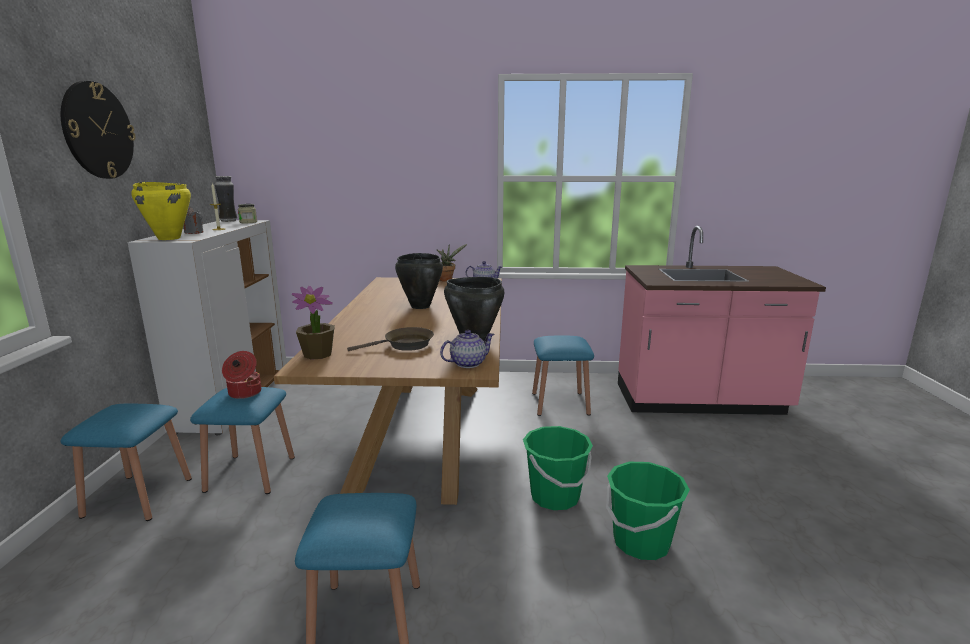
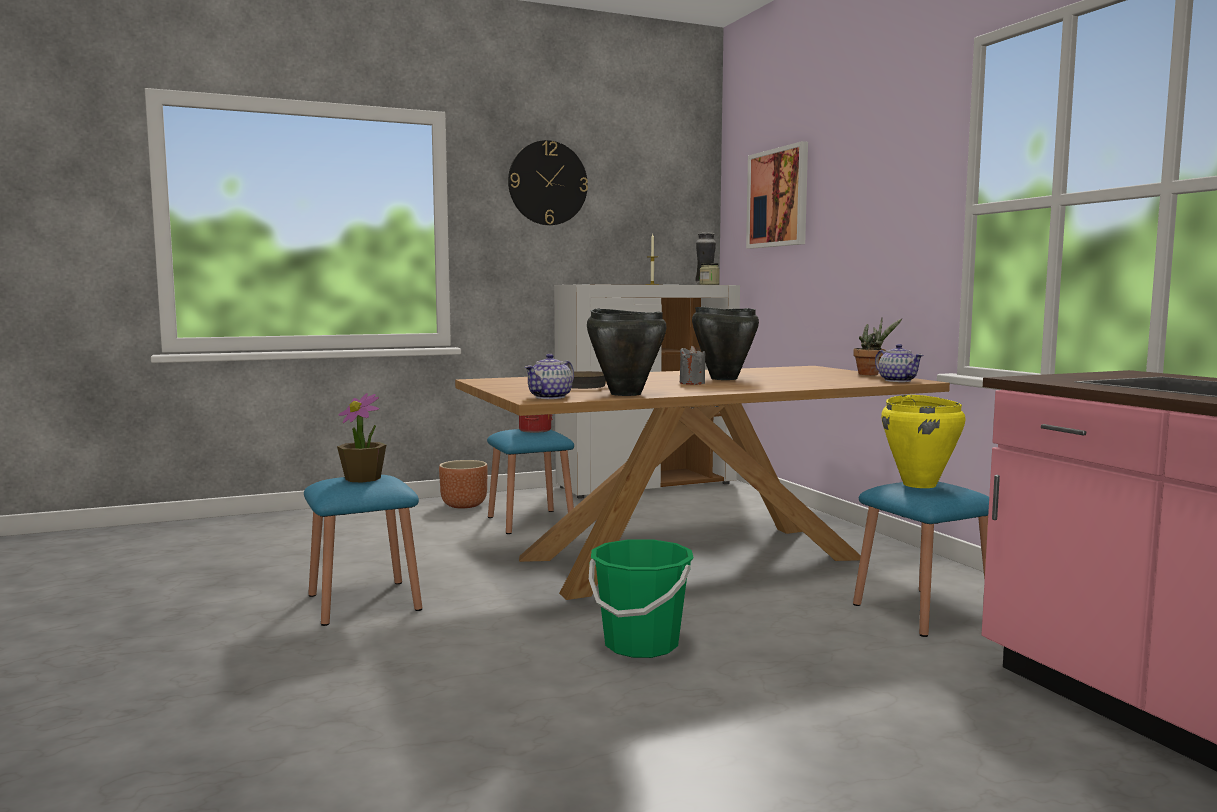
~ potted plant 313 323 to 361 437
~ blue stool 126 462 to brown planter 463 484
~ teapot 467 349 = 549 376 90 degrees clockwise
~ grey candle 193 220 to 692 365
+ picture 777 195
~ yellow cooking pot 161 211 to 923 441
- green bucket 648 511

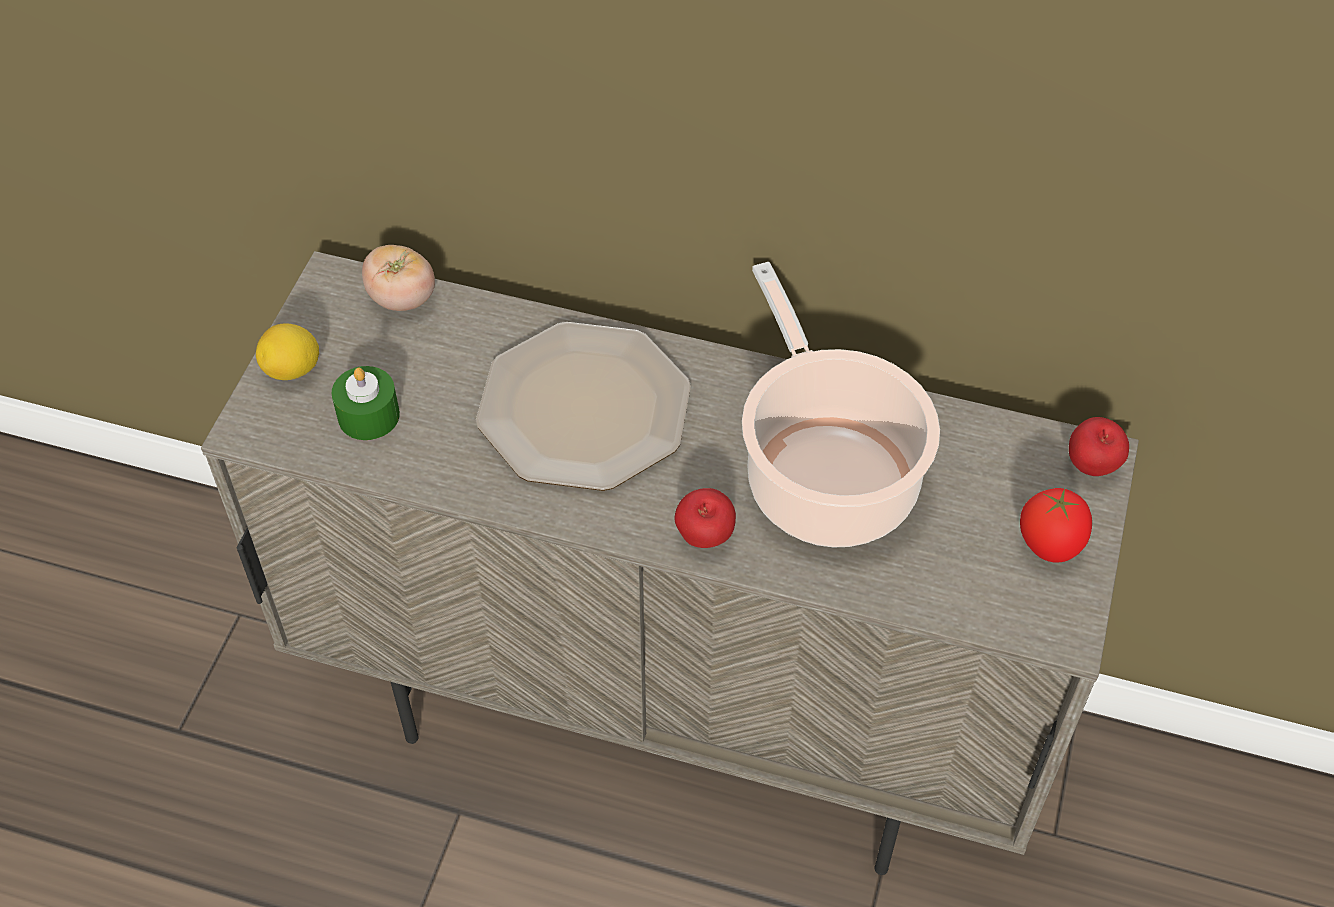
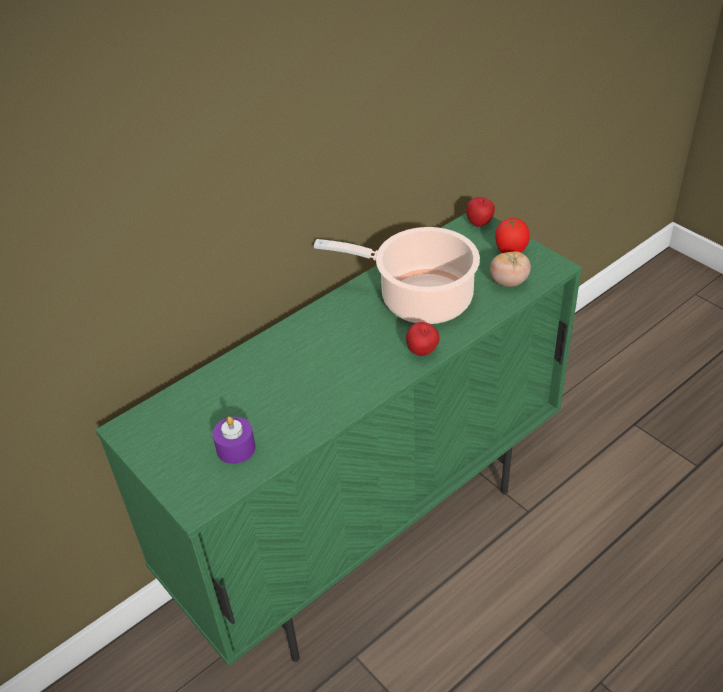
~ beige cabinet 670 563 to green cabinet 339 439
~ green candle 366 403 to purple candle 234 440
~ tomato 398 278 to 510 269
- lemon 287 351
- plate 583 406

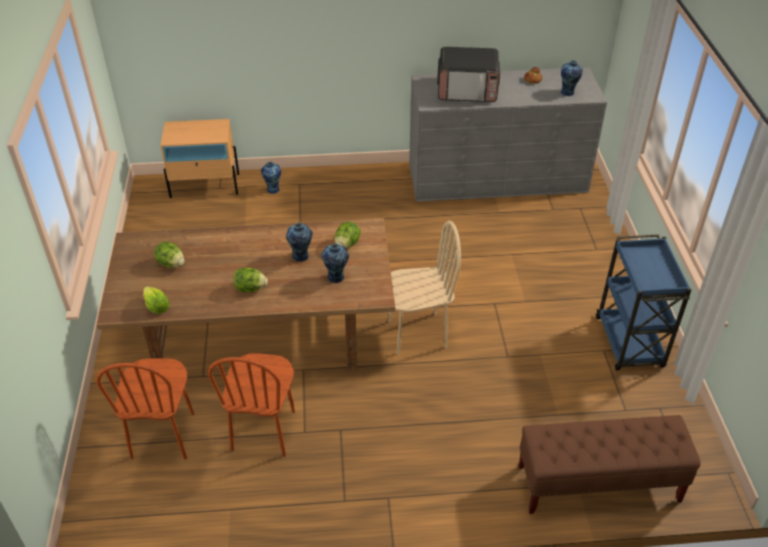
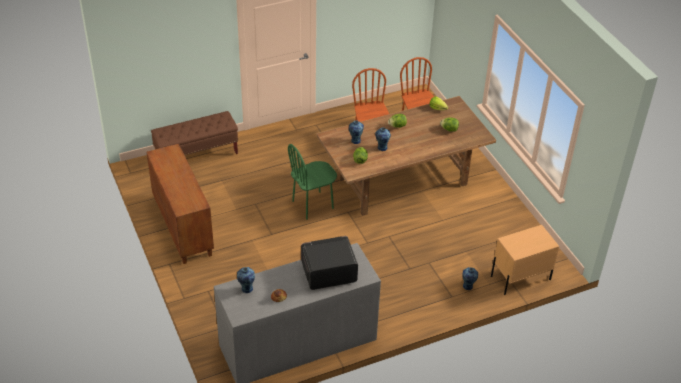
~ blue cart 643 302 to brown cabinet 180 204
~ beige chair 424 288 to green chair 312 182

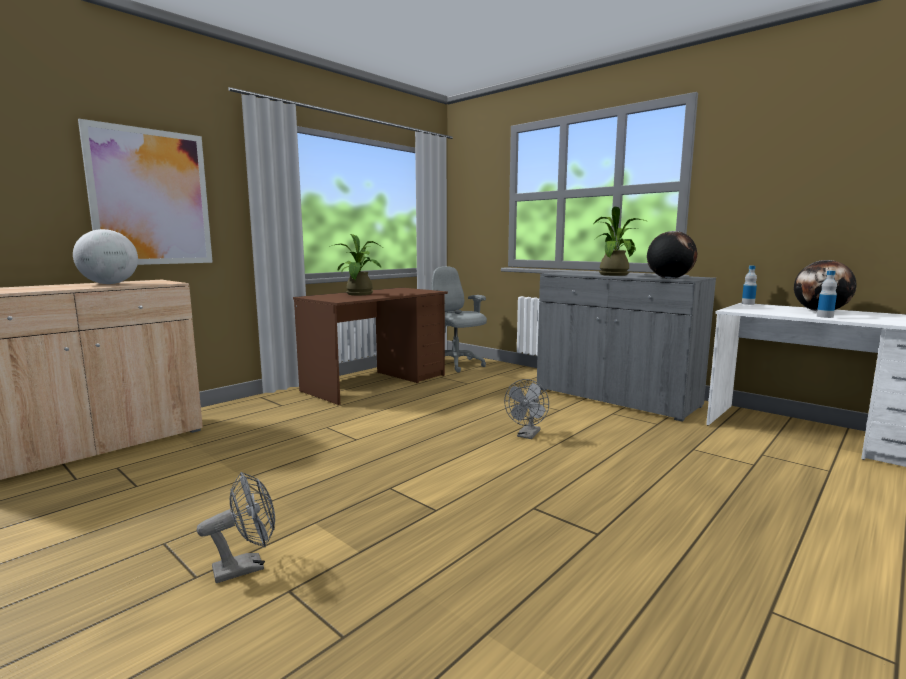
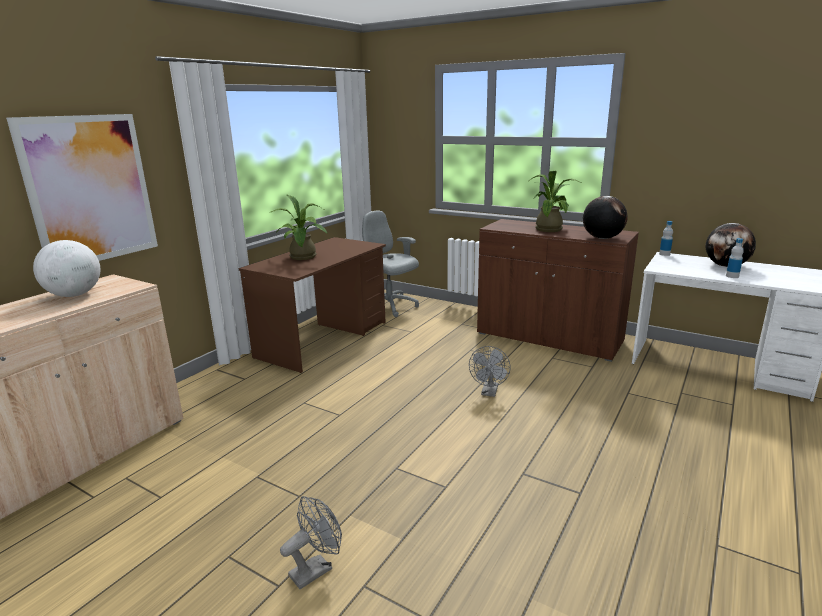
~ grey cabinet 626 346 to brown cabinet 558 290

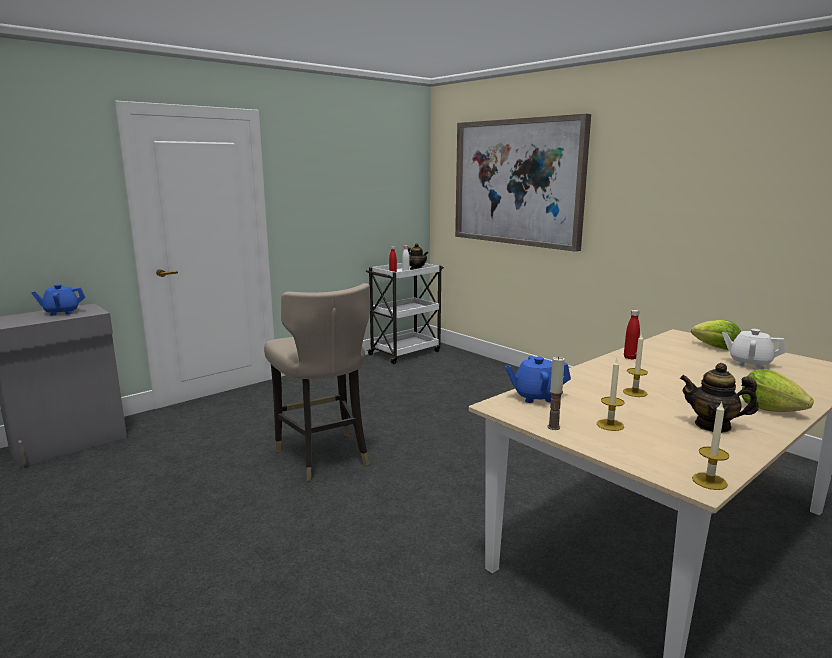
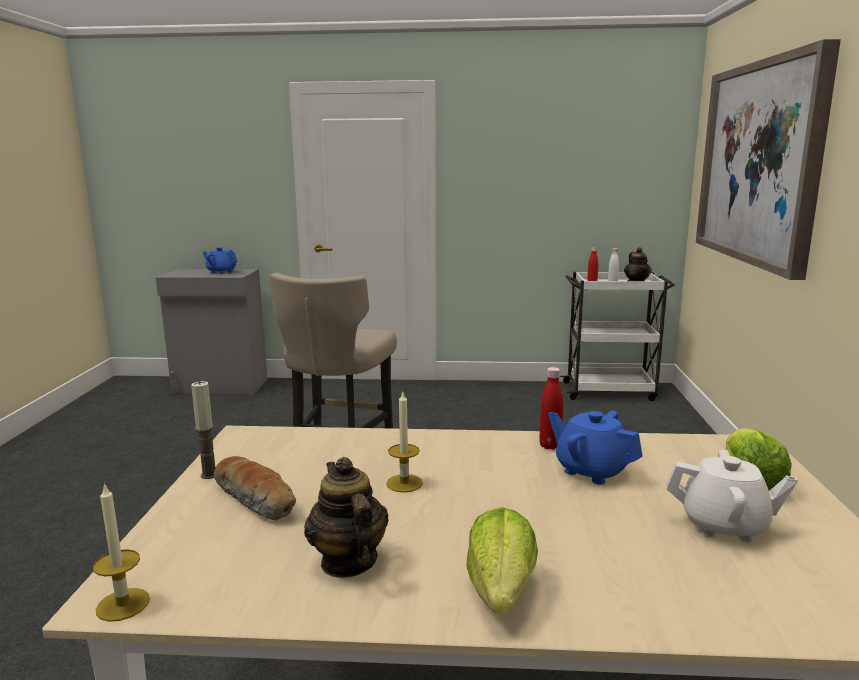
~ candle 611 395 to bread 255 488
~ blue teapot 538 379 to 595 447
~ white teapot 754 349 = 732 496 120 degrees clockwise

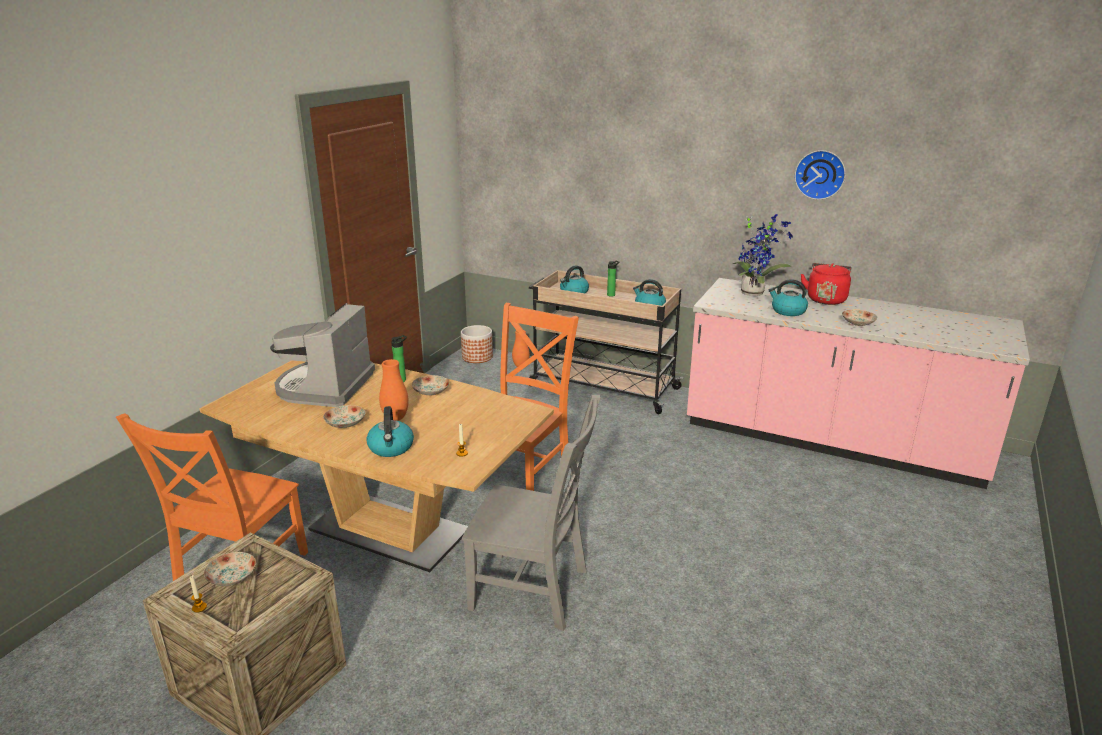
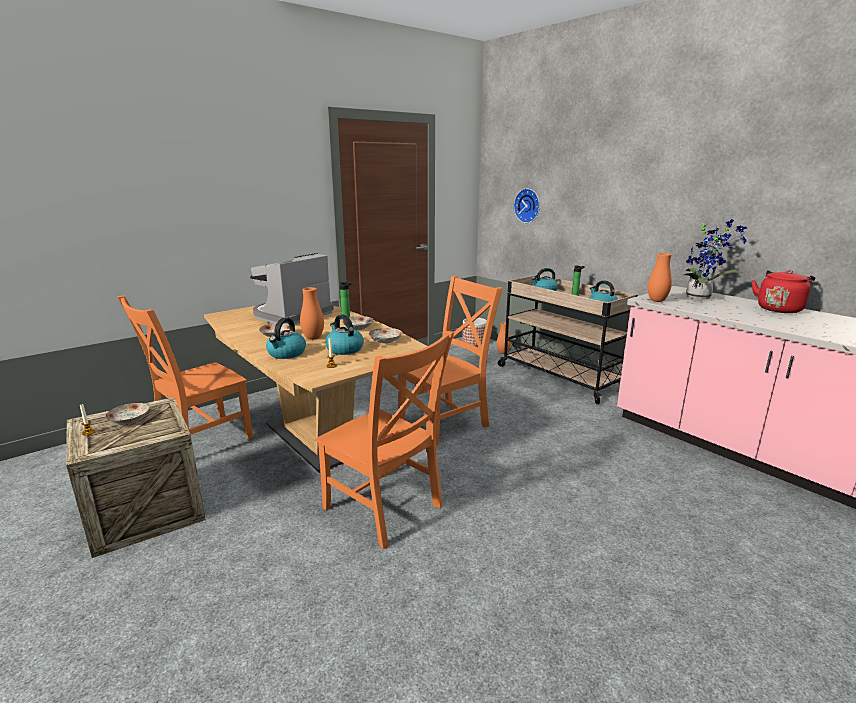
~ grey chair 531 513 to orange chair 384 440
~ kettle 788 297 to 344 335
~ plate 859 318 to 385 335
~ wall clock 820 175 to 527 205
+ orange vase 660 277

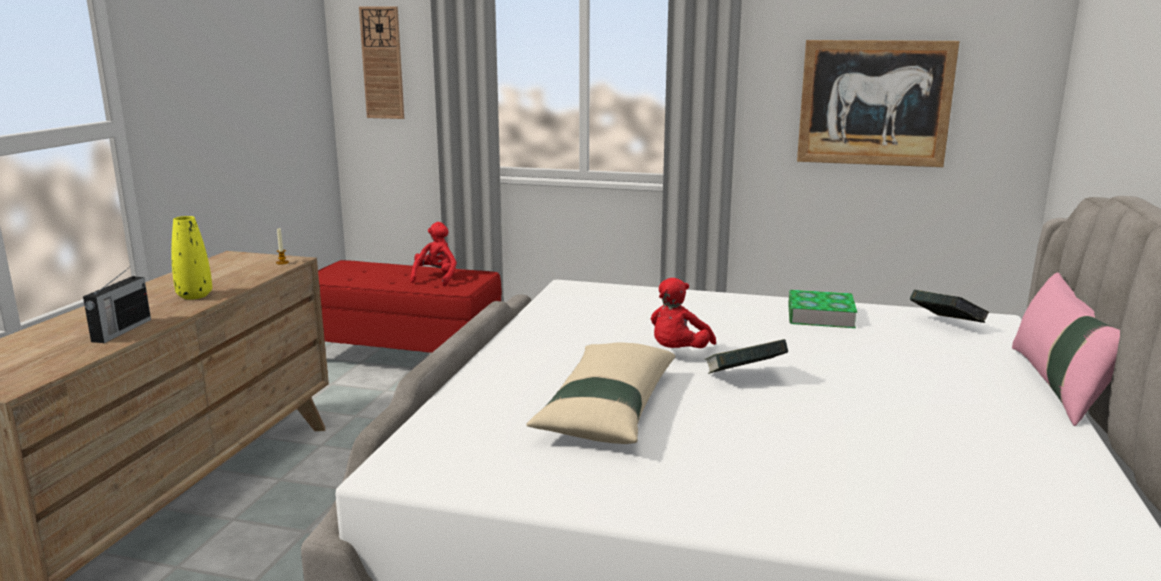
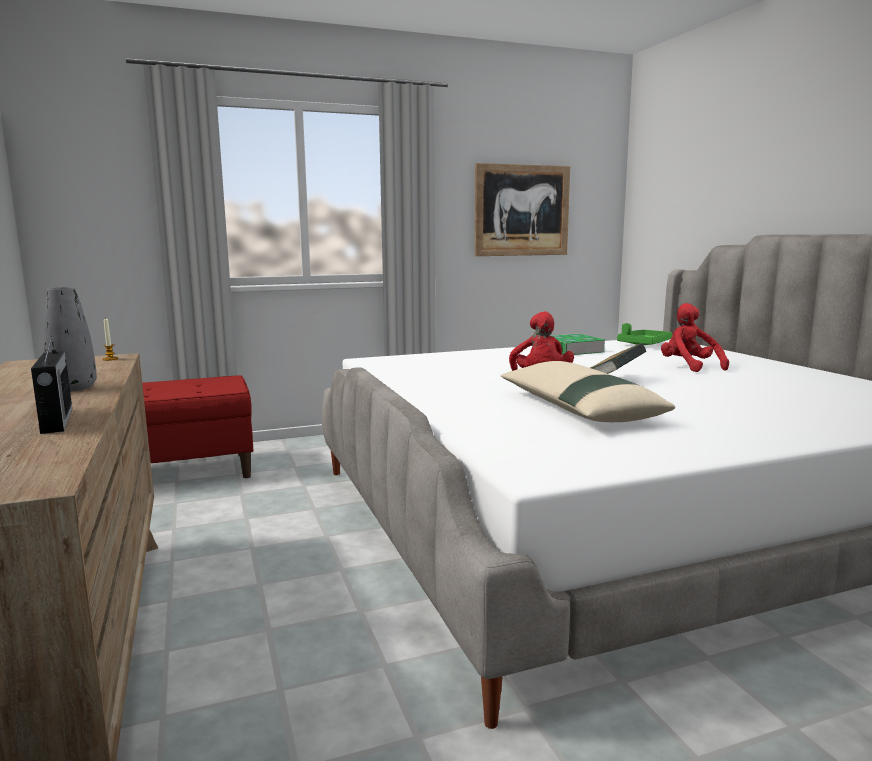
~ yellow vase 191 258 to grey vase 70 339
~ book 950 306 to green tray 644 334
~ red plush toy 433 254 to 695 337
- wall clock 381 62
- pink pillow 1066 349

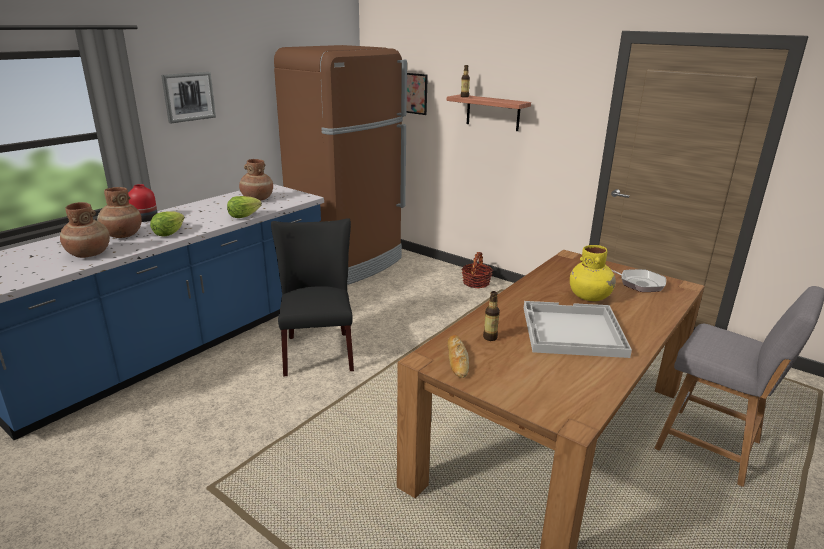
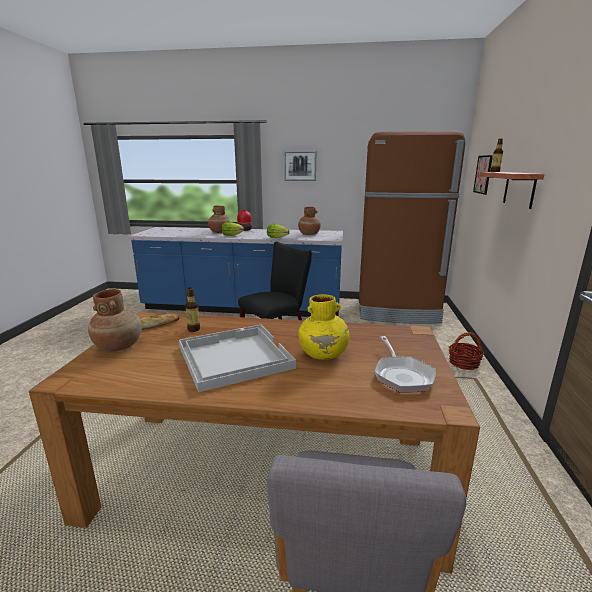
~ brown vase 85 230 to 115 320

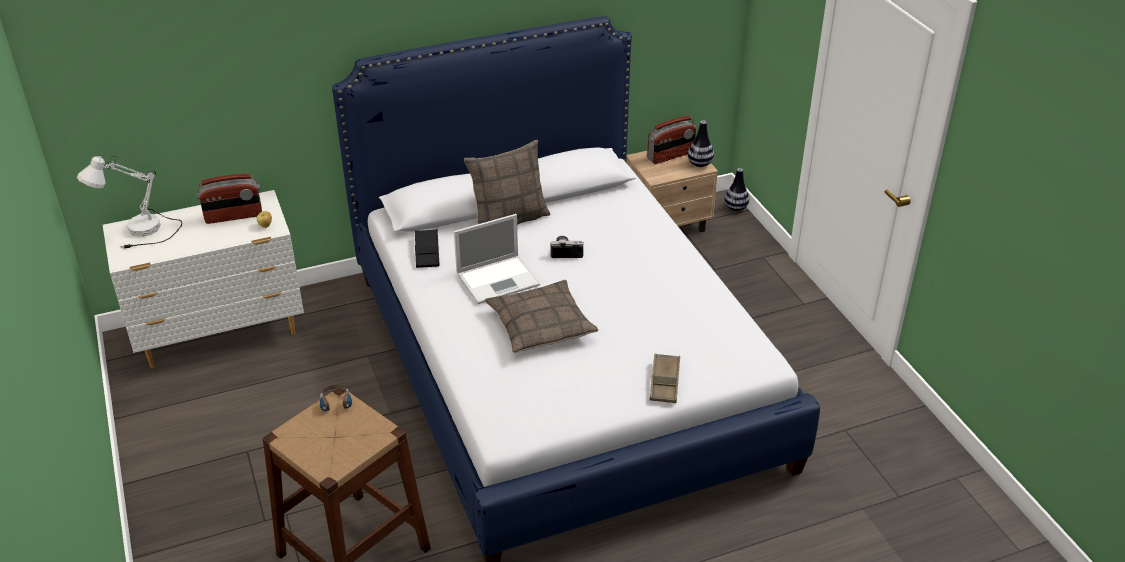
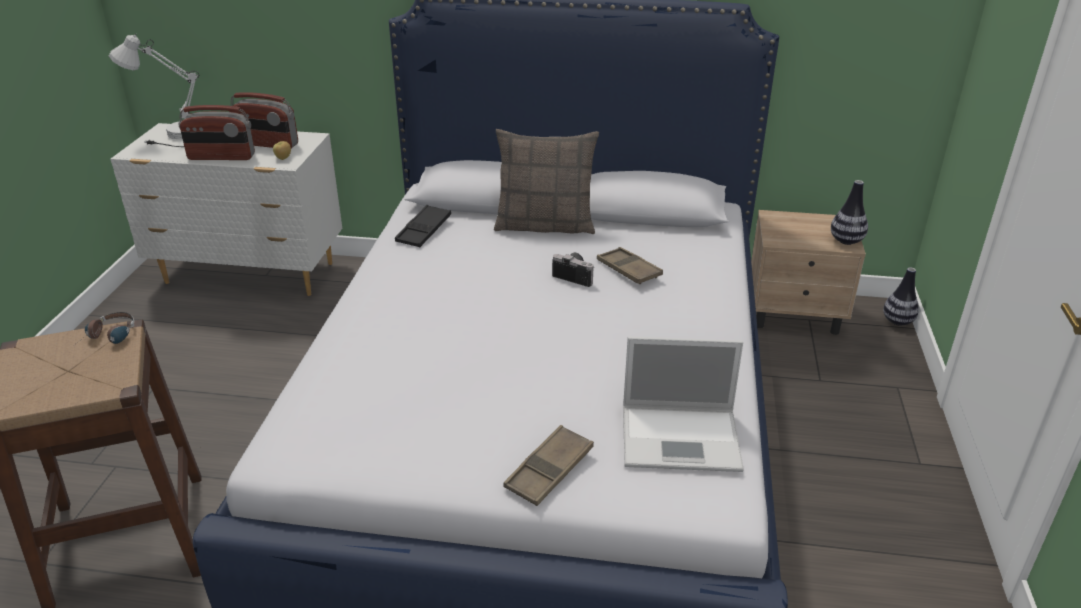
~ radio 671 140 to 217 132
+ brown tray 630 265
~ laptop 497 259 to 683 404
- pillow 542 316

